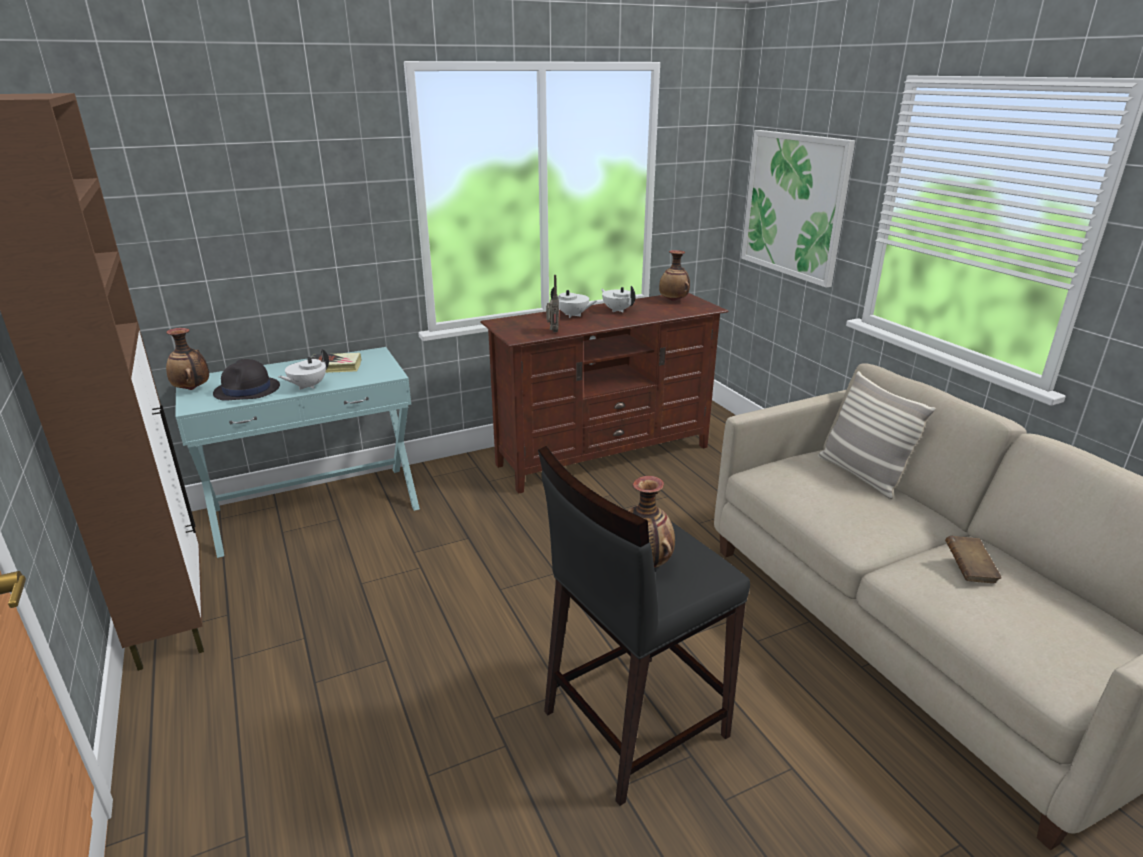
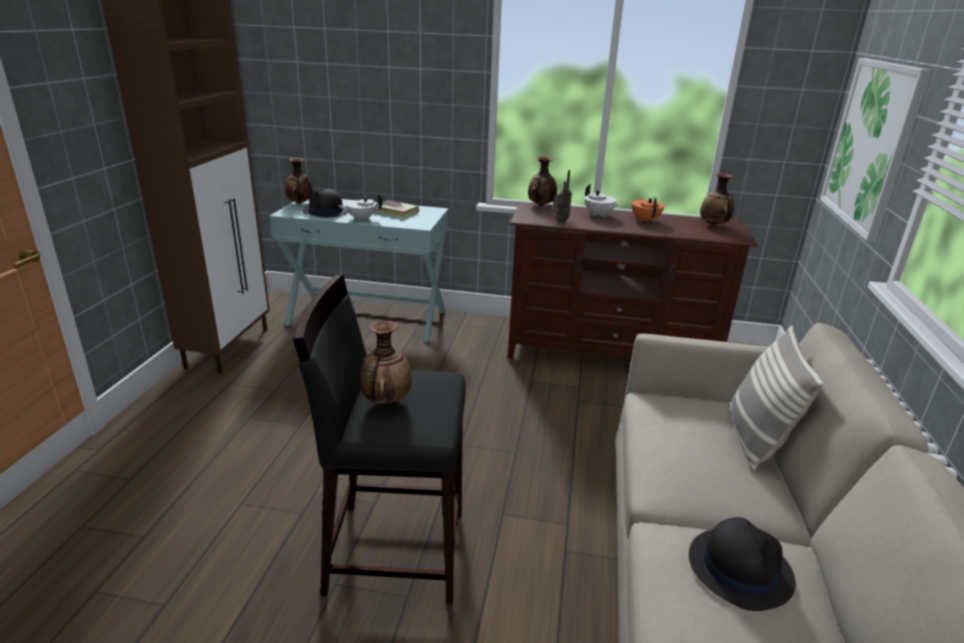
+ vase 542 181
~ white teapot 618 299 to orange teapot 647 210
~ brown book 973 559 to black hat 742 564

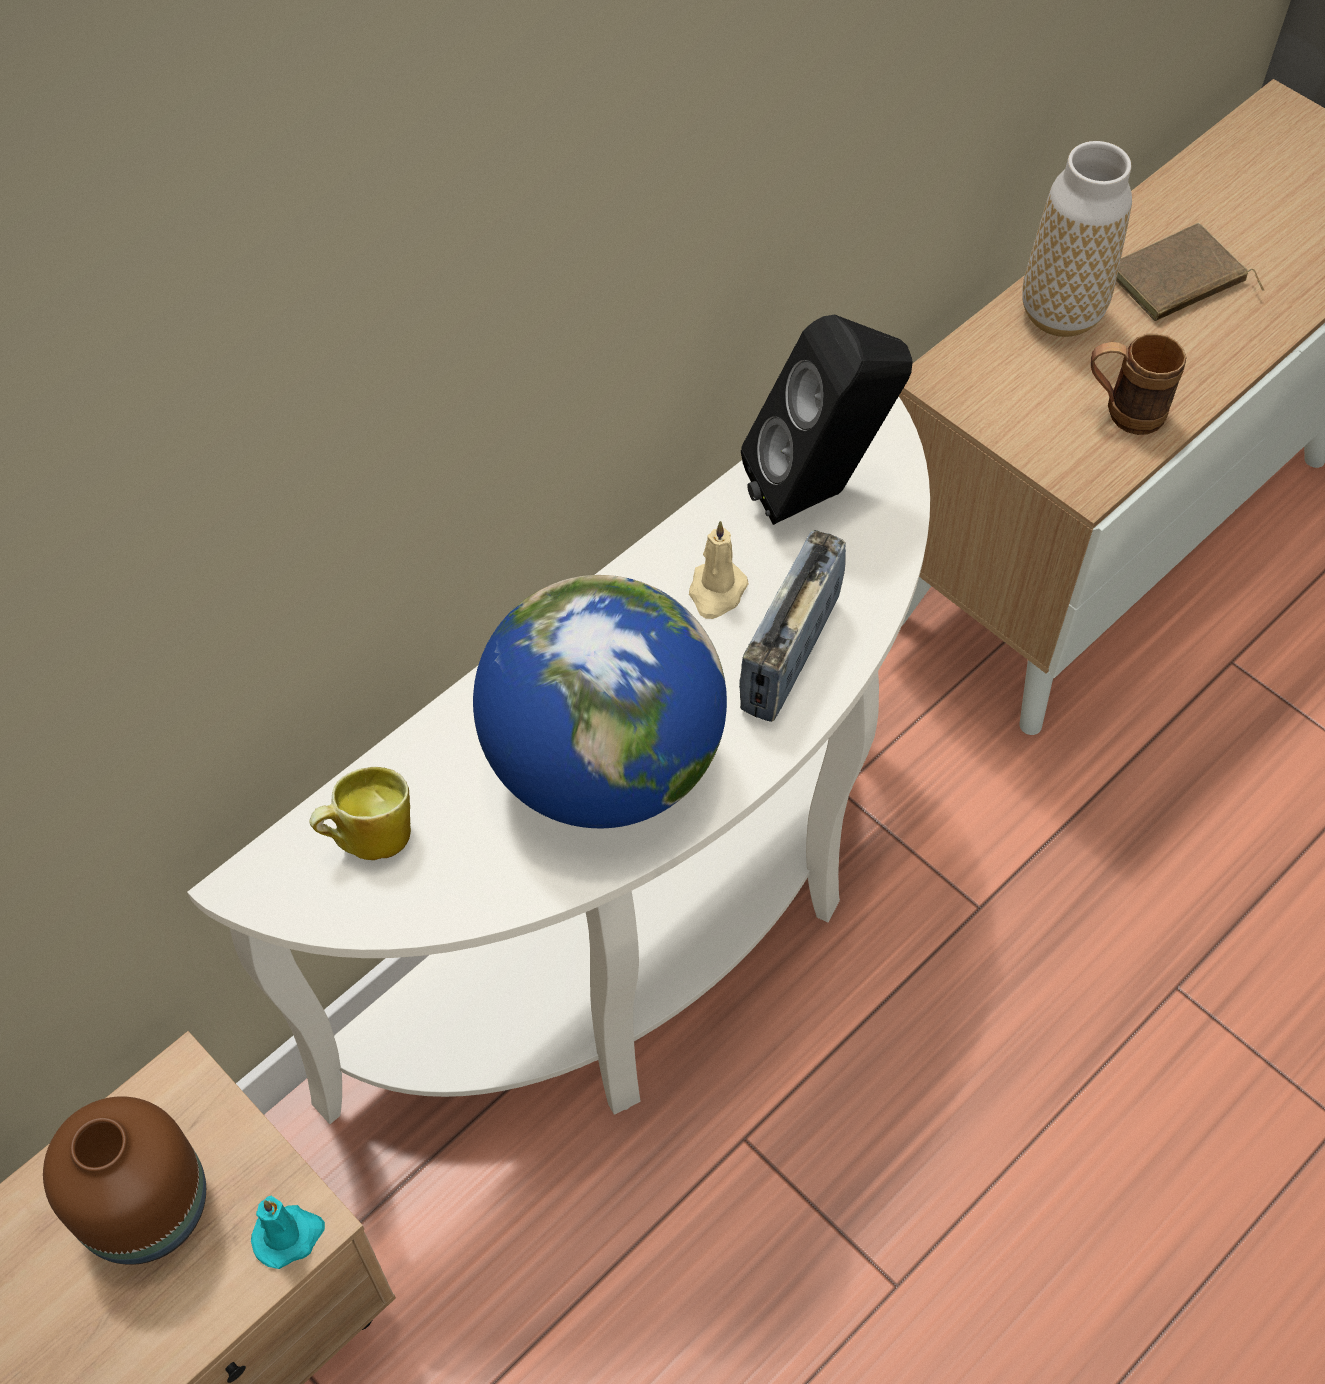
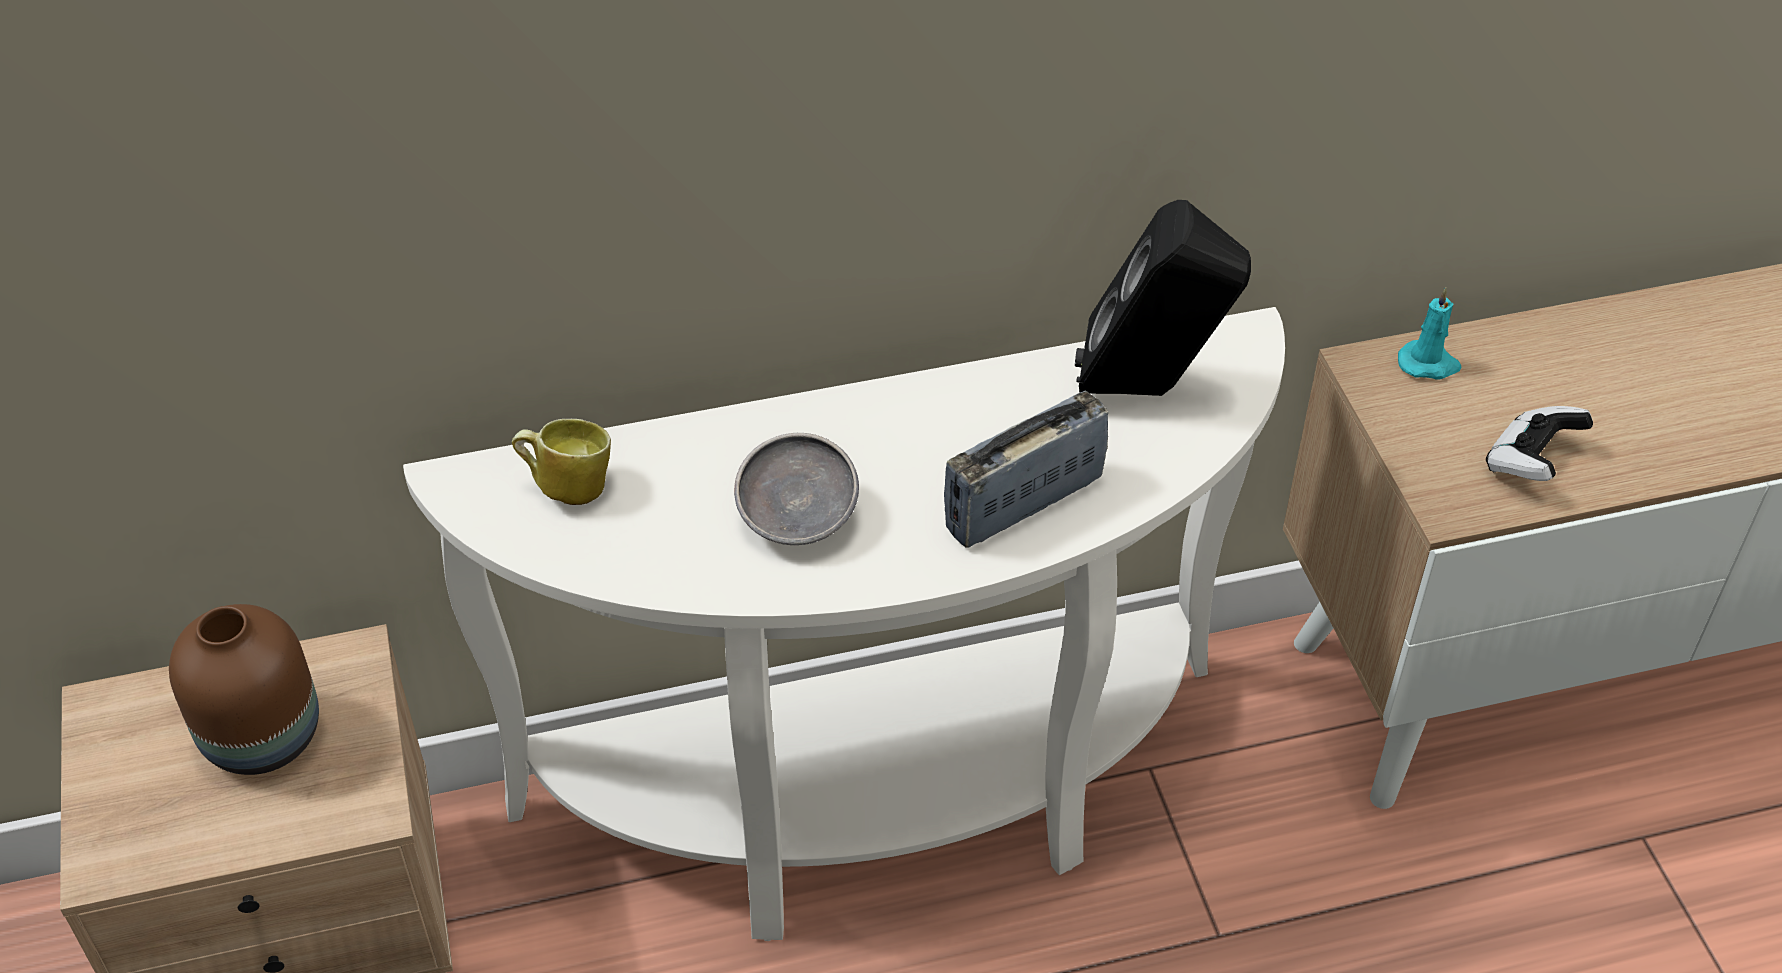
~ globe 600 701 to grey bowl 796 489
~ turquoise candle 288 1232 to 1429 333
~ brown mug 1139 384 to game controller 1539 443
- beige candle 719 570
- vase 1077 239
- brown book 1190 272

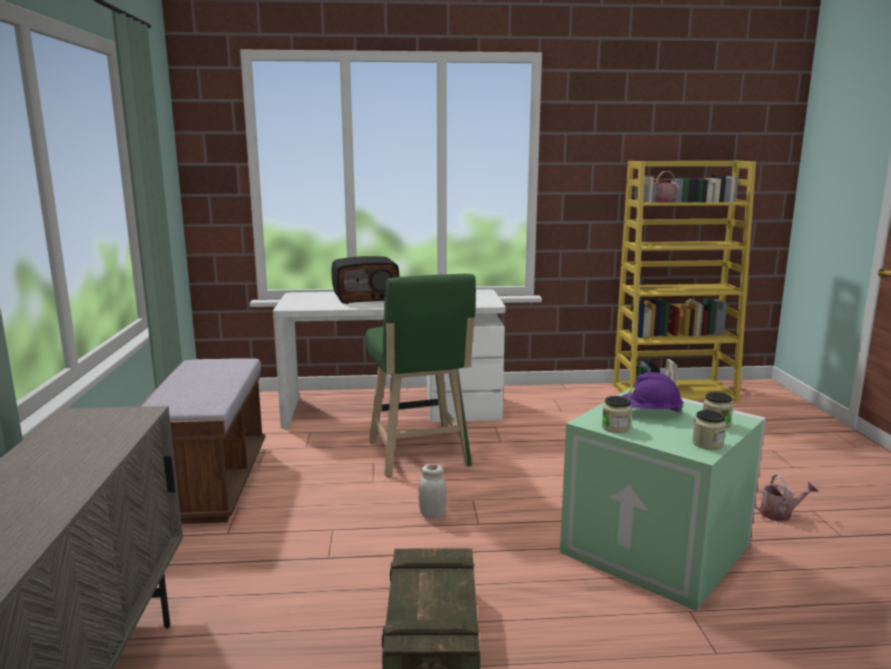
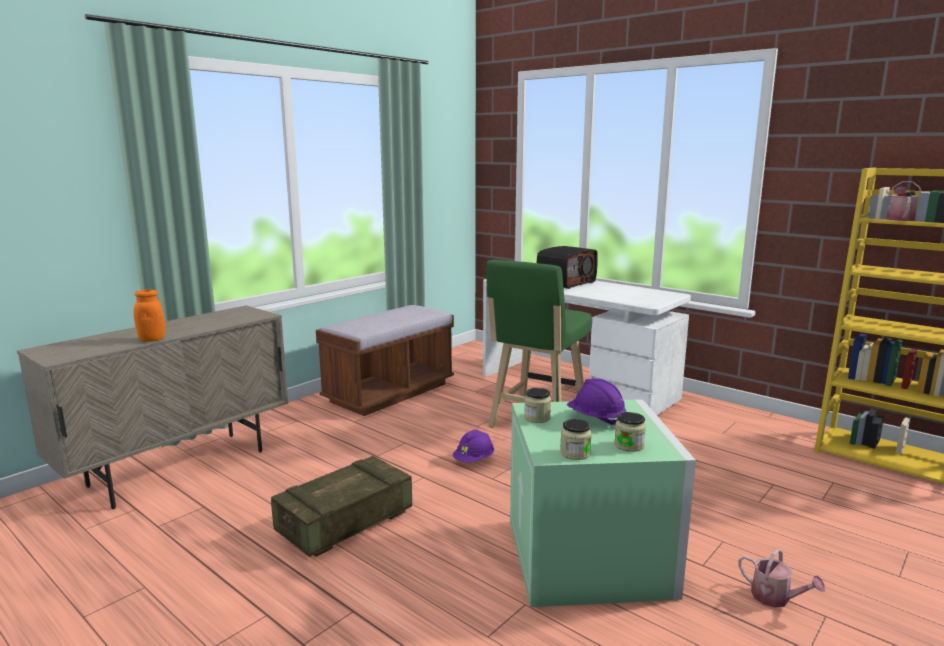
+ orange jar 149 316
~ white jar 432 491 to purple hard hat 473 446
~ radio 366 280 = 567 267 75 degrees counterclockwise

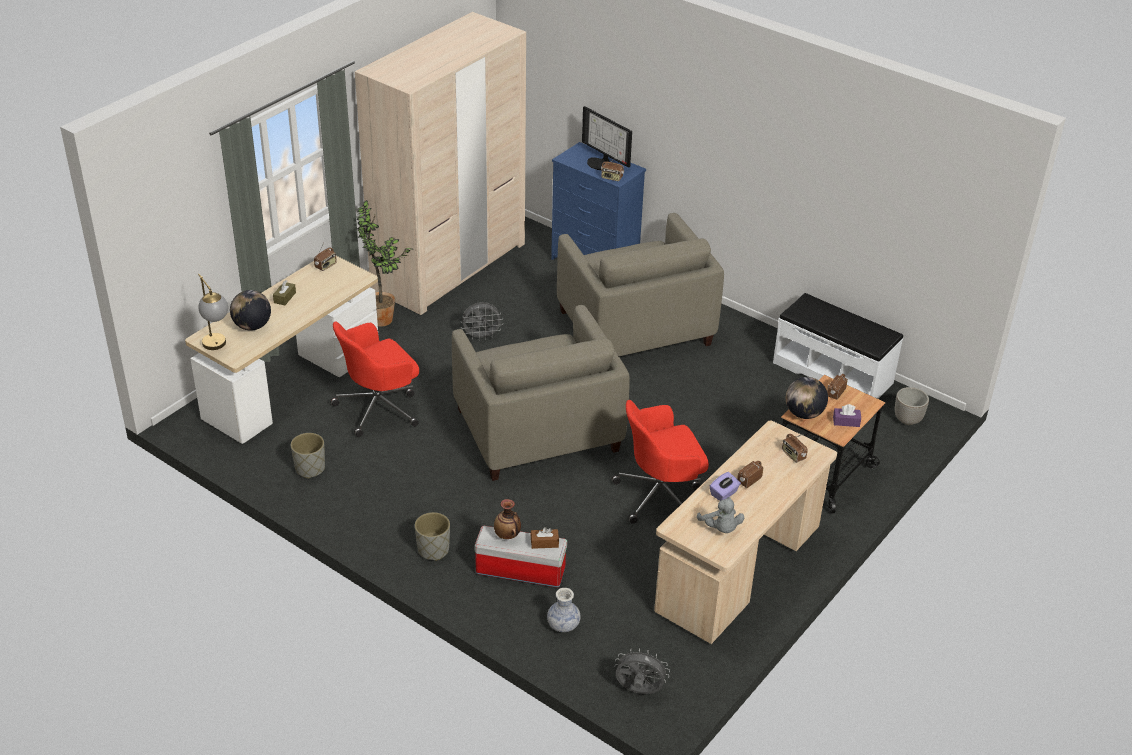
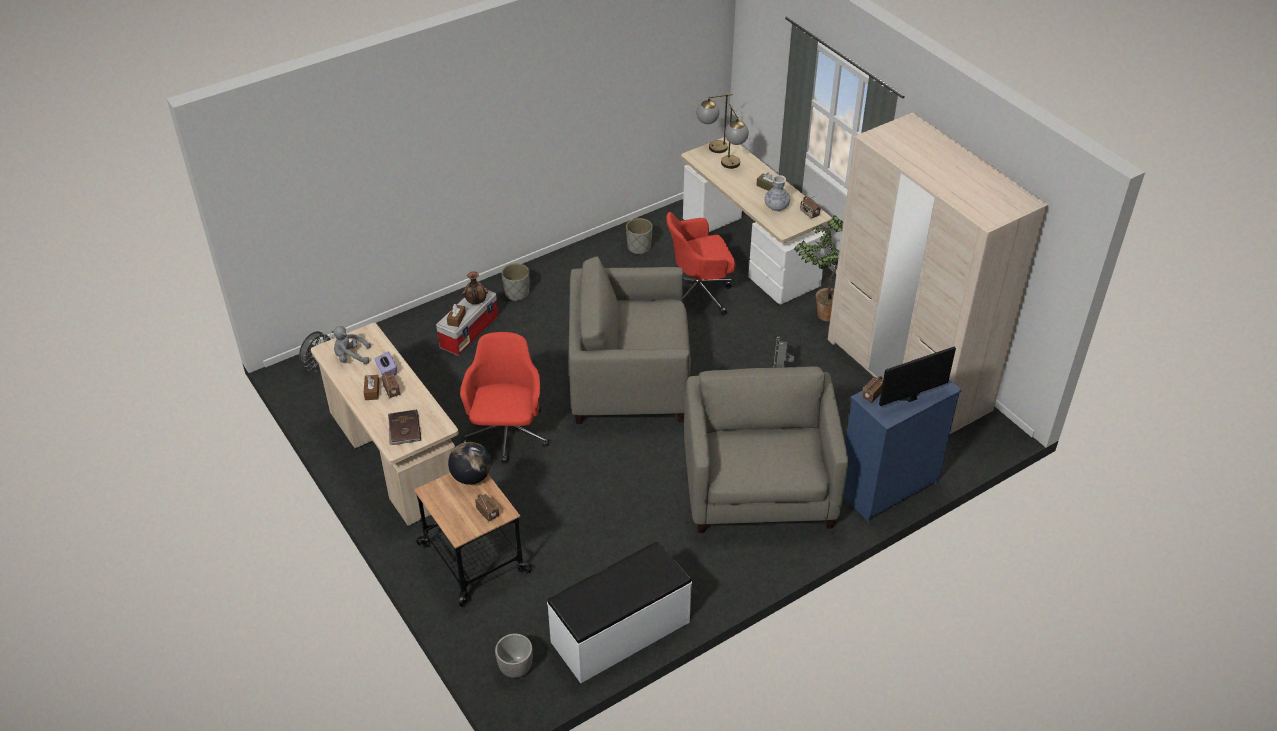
+ brown tissue box 372 387
~ radio 795 448 to brown book 404 427
~ red office chair 374 379 = 701 264 90 degrees counterclockwise
~ beige armchair 640 284 = 766 449 90 degrees clockwise
~ globe 250 310 to table lamp 735 136
~ vase 563 610 to 777 193
- purple tissue box 847 415

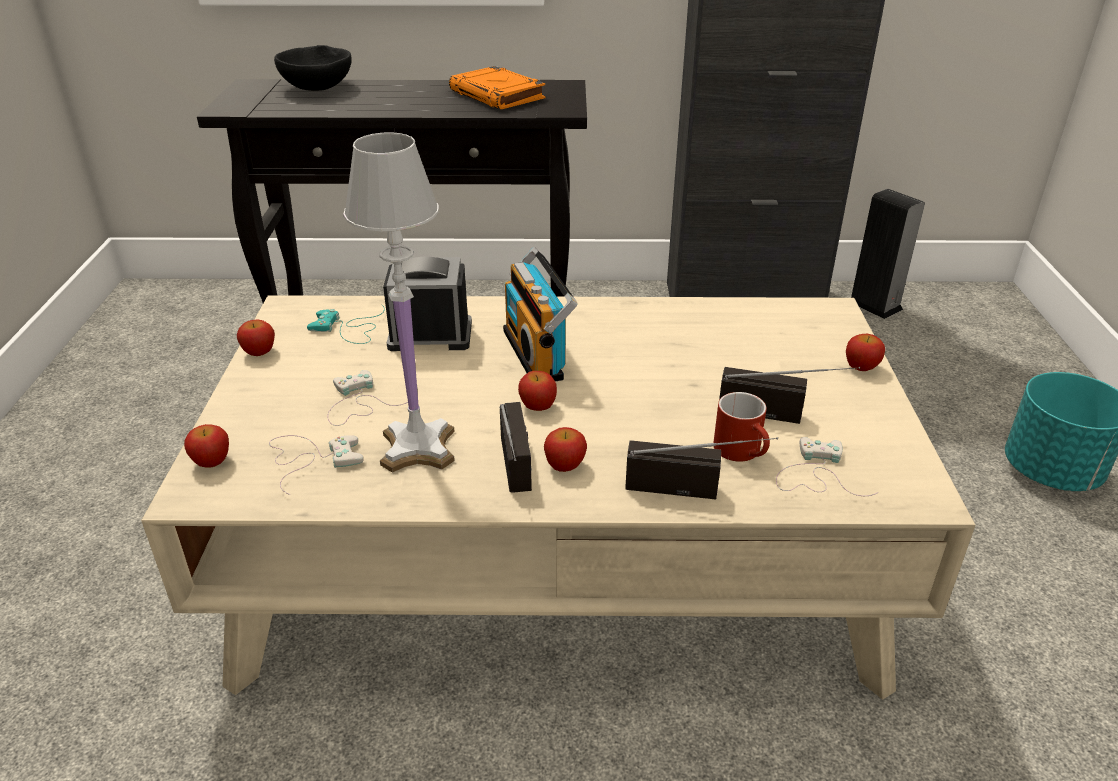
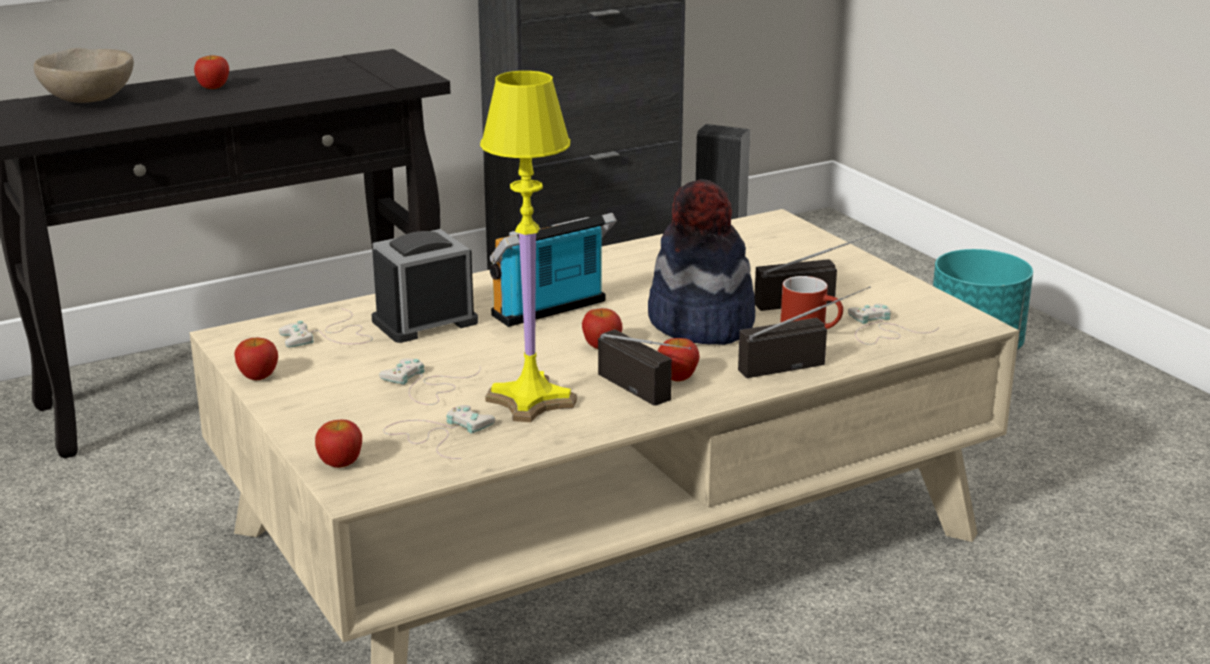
~ black bowl 313 68 to beige bowl 84 75
~ apple 865 352 to 211 72
~ turquoise game controller 346 324 to white game controller 326 327
~ white table lamp 399 302 to yellow table lamp 528 246
~ radio 540 314 = 553 270 105 degrees clockwise
+ hat 701 262
- orange book 497 87

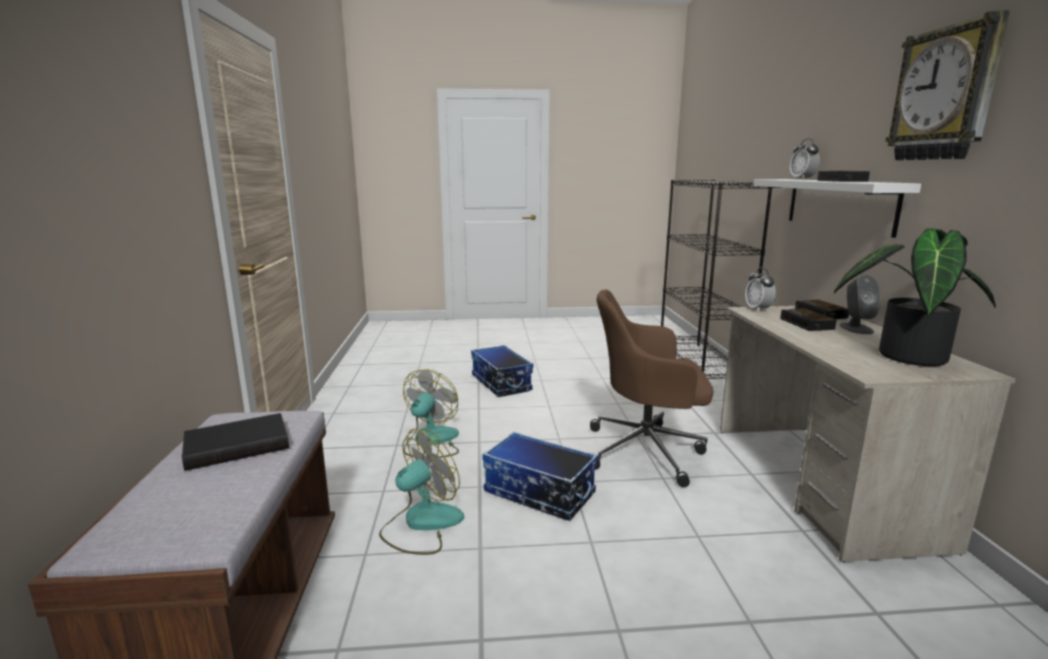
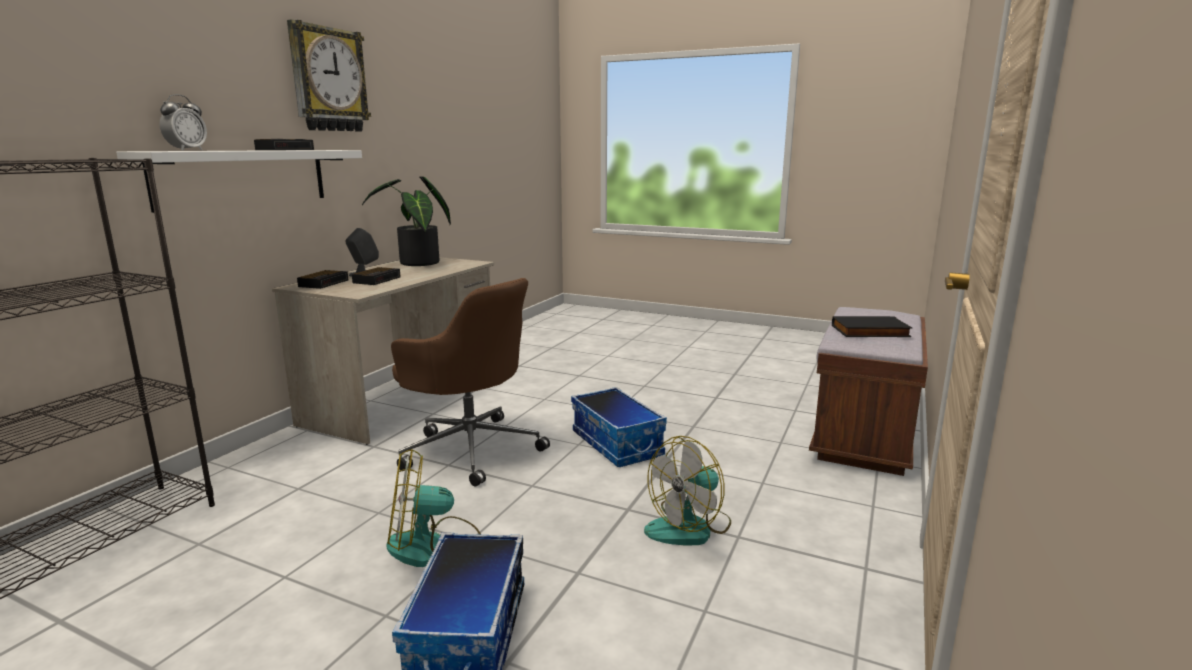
~ fan 421 492 to 433 508
- alarm clock 760 290

